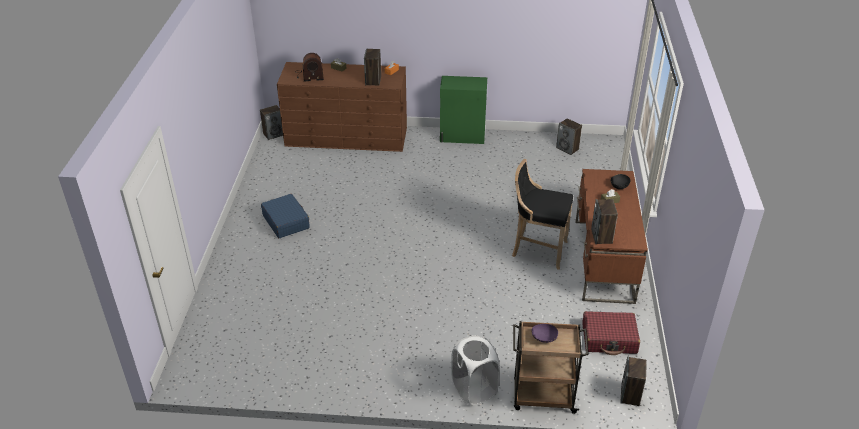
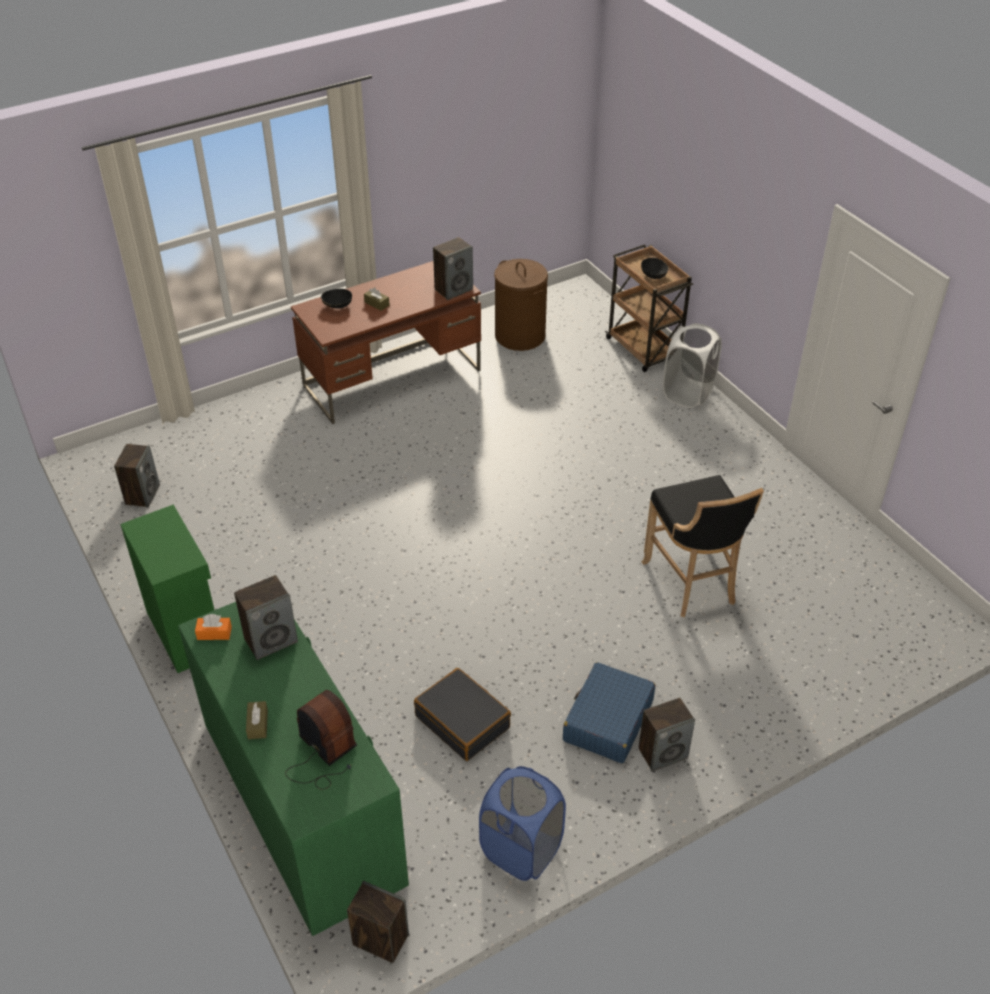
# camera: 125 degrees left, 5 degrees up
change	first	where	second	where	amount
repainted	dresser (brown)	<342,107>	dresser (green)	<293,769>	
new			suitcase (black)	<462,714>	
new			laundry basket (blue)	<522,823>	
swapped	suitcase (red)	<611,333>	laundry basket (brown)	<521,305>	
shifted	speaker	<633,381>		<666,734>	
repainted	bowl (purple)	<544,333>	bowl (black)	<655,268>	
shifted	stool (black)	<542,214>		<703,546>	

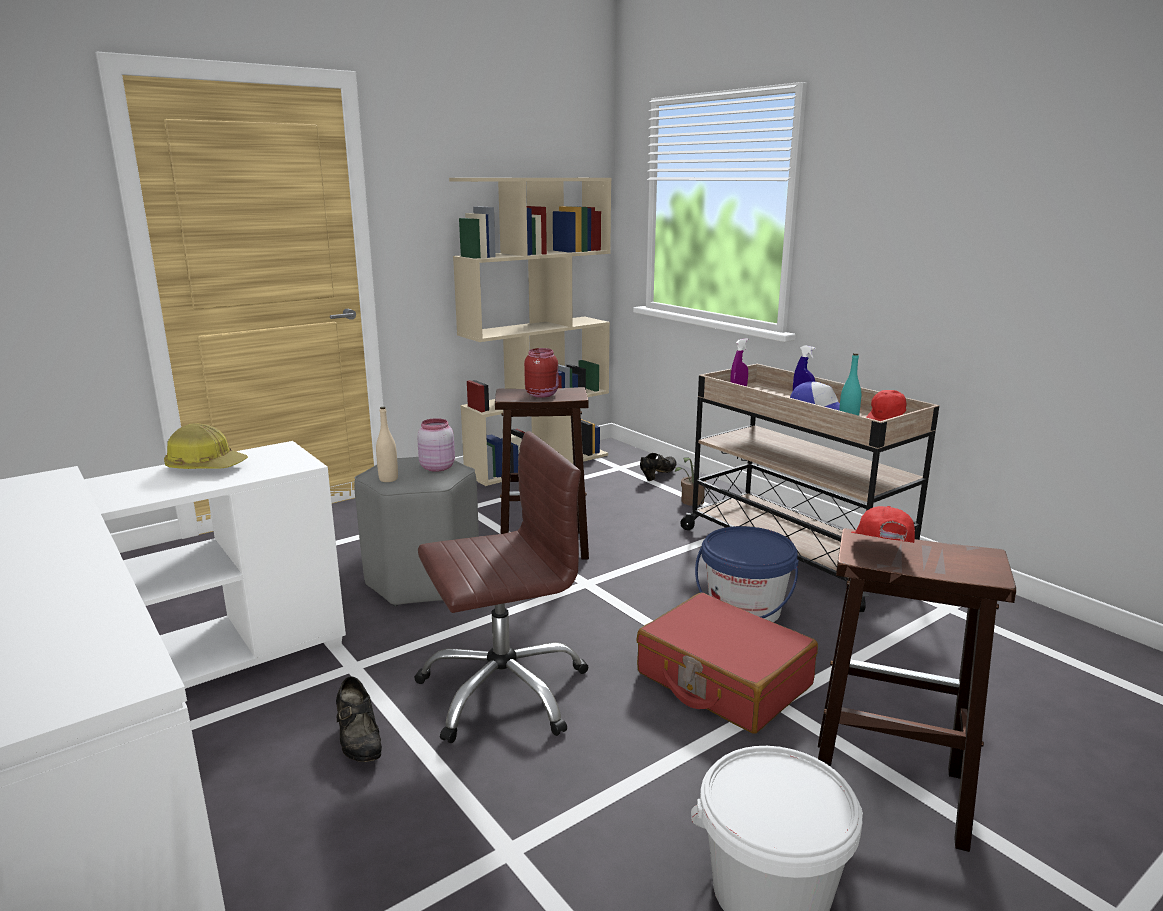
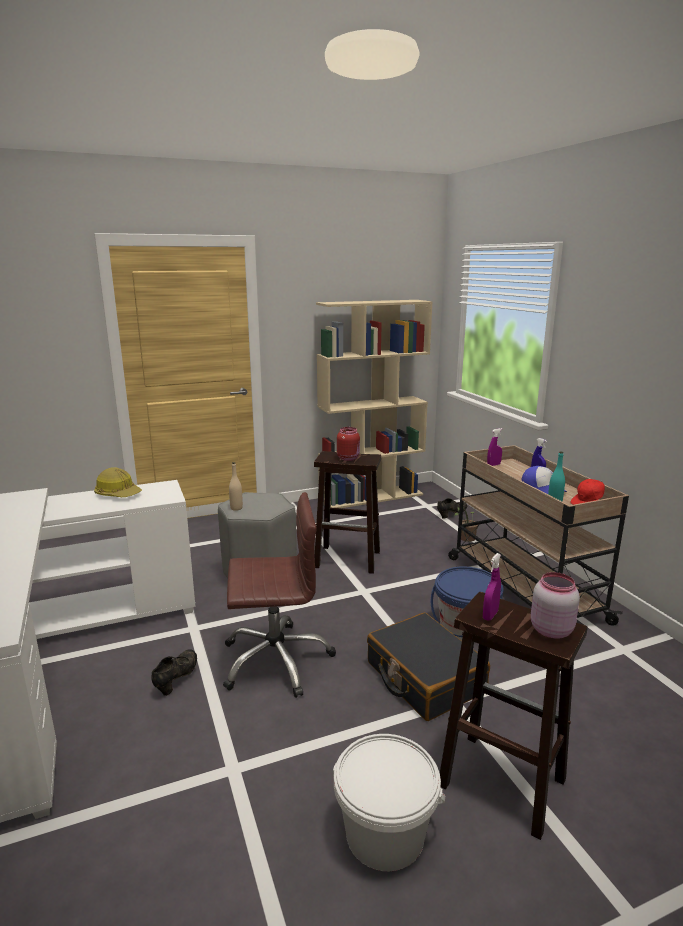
# camera: 15 degrees right, 0 degrees up
change	first	where	second	where	amount
rotated	shoe (black)	<359,719>		<174,672>	150 degrees counterclockwise
repainted	suitcase (red)	<727,663>	suitcase (black)	<428,666>	
swapped	cap (red)	<883,524>	spray bottle (purple)	<492,587>	
shifted	jar (pink)	<436,445>		<555,605>	

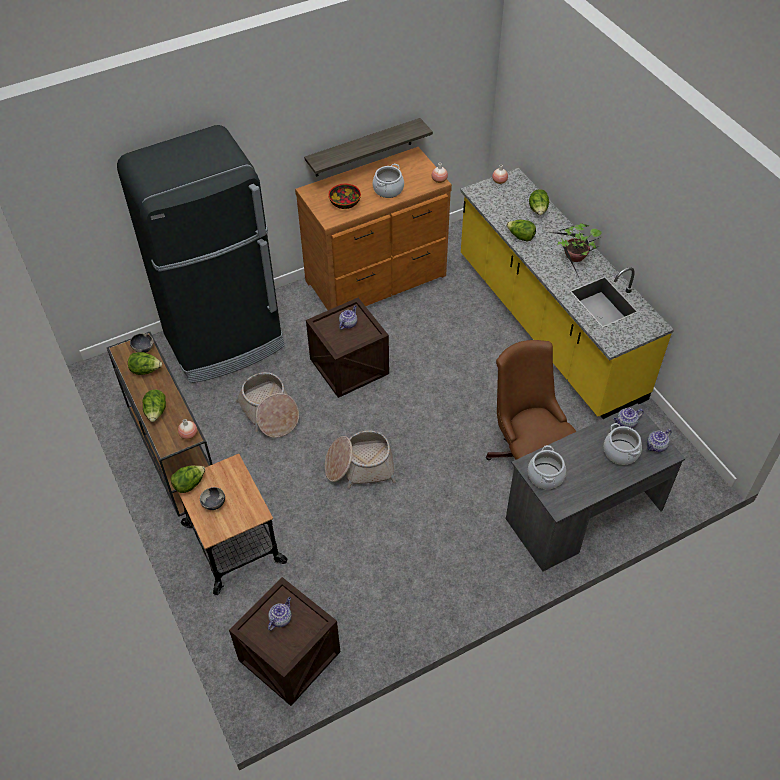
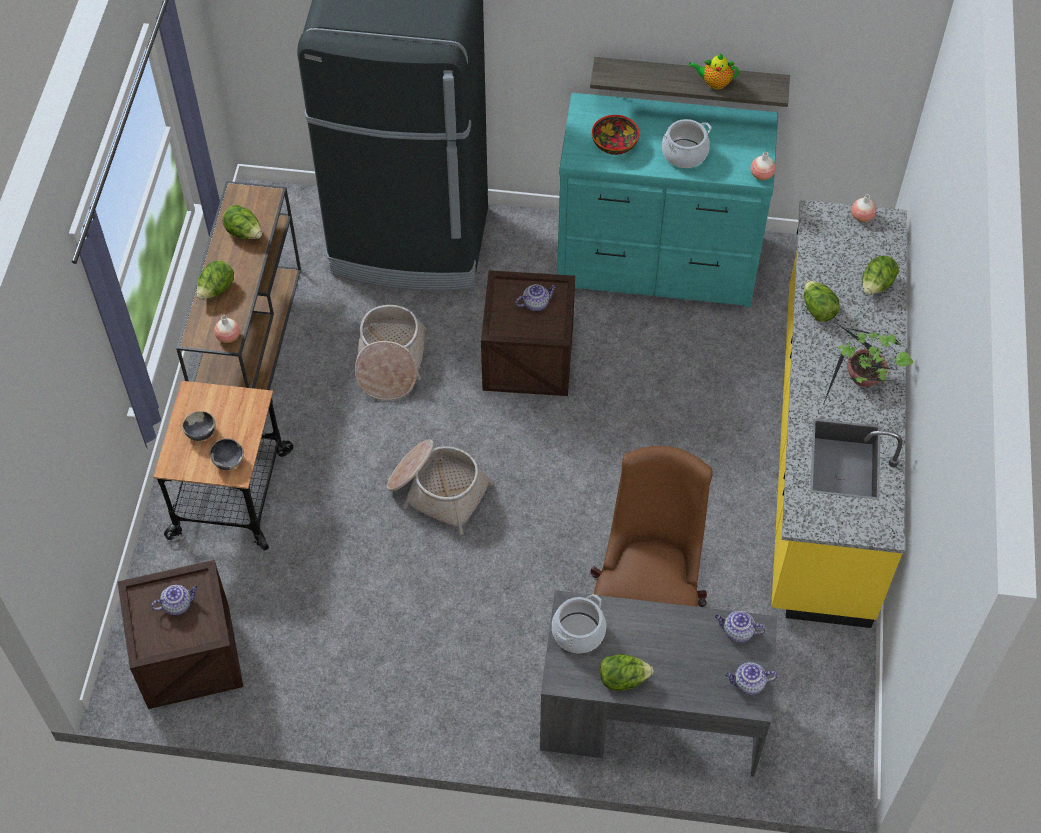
# camera: 35 degrees right, 5 degrees up
change	first	where	second	where	amount
shifted	bowl	<142,343>		<227,454>	
repainted	dresser (brown)	<373,228>	dresser (turquoise)	<667,200>	
shifted	lettuce	<188,479>		<627,672>	
new			teapot	<714,72>	
gone	cooking pot	<623,444>			

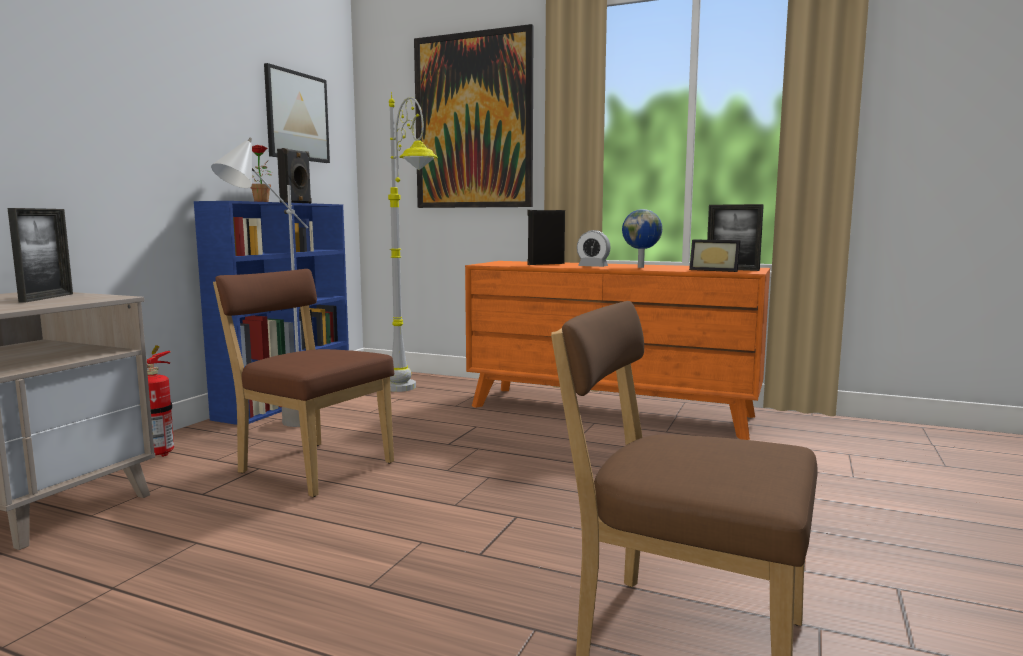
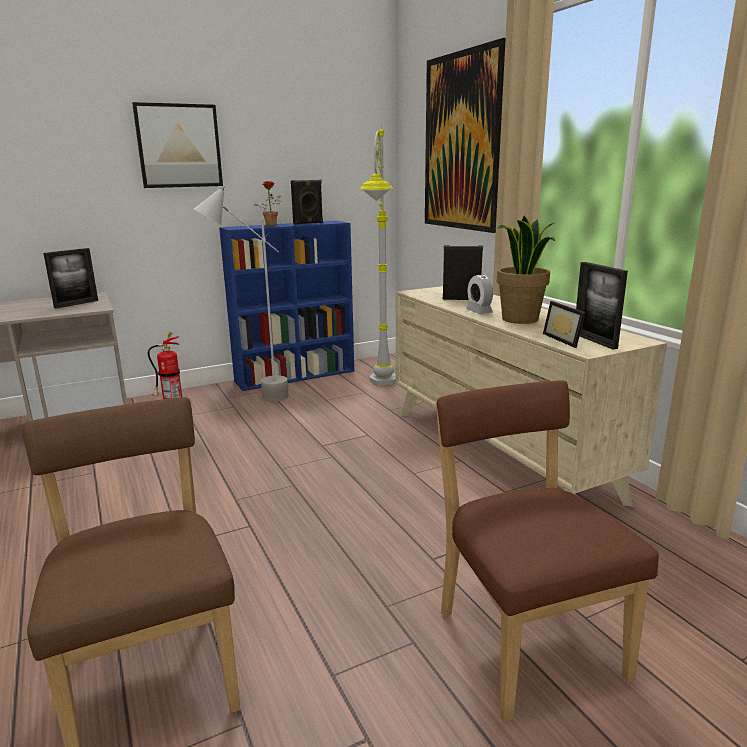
# camera: 40 degrees right, 10 degrees up
change	first	where	second	where	amount
shifted	picture	<297,113>		<177,145>	
repainted	dresser (orange)	<617,350>	dresser (beige)	<531,396>	
shifted	chair (brown)	<303,383>		<547,551>	
swapped	globe	<642,238>	potted plant	<526,270>	

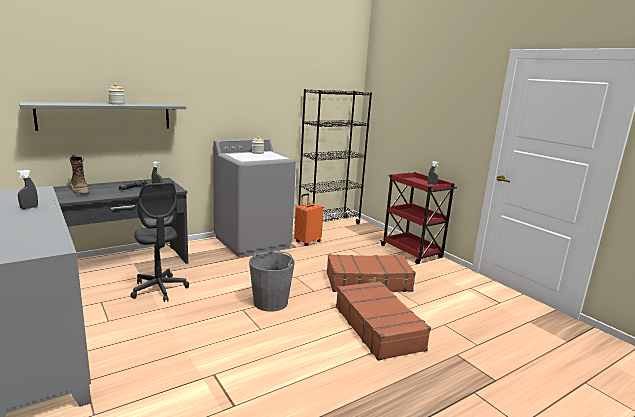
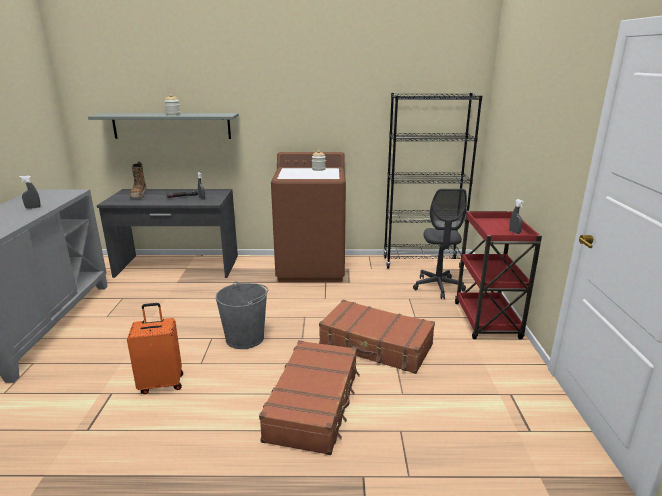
# camera: 35 degrees right, 5 degrees up
change	first	where	second	where	amount
shifted	suitcase (orange)	<309,219>		<155,348>	
repainted	washing machine (grey)	<254,197>	washing machine (brown)	<308,217>	
shifted	office chair (grey)	<159,242>		<440,244>	

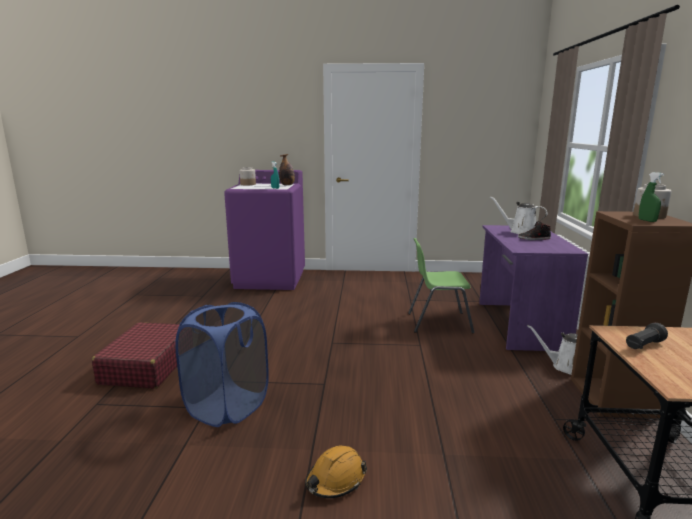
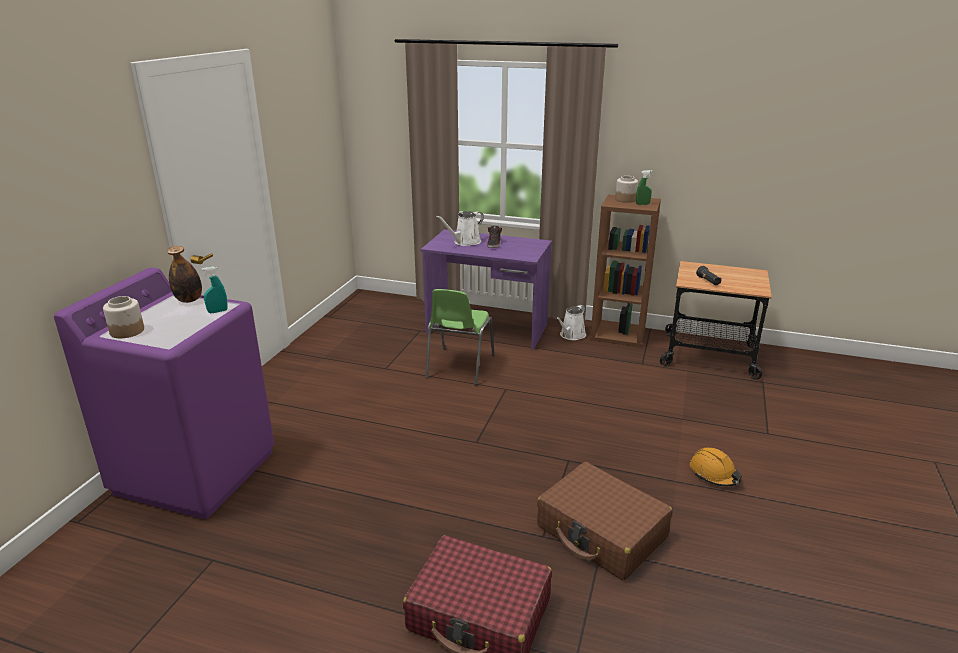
# camera: 75 degrees left, 10 degrees up
change	first	where	second	where	amount
swapped	laundry basket (blue)	<222,364>	suitcase (brown)	<605,521>	

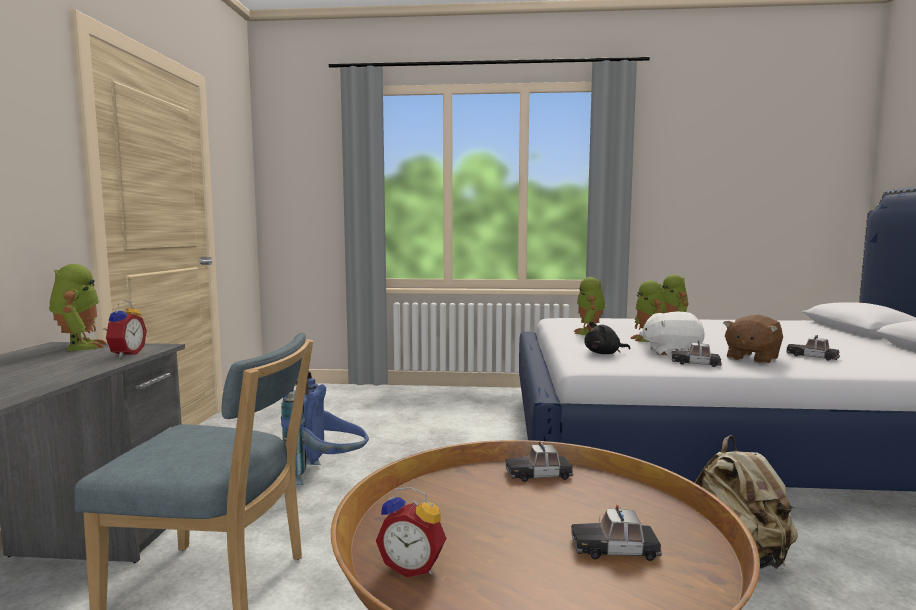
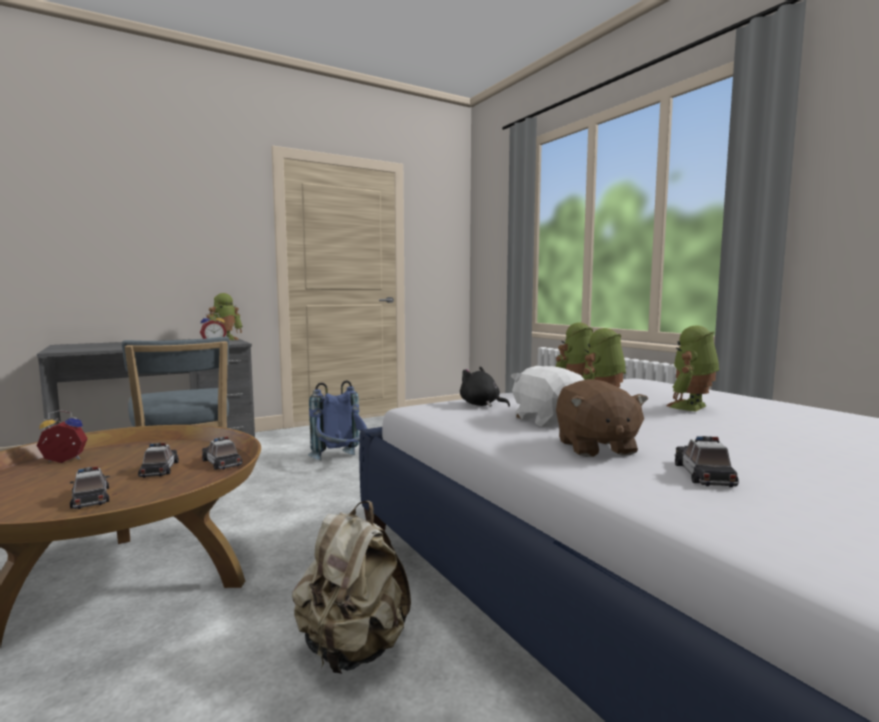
# camera: 55 degrees right, 0 degrees up
change	first	where	second	where	amount
rotated	alarm clock	<411,532>		<62,436>	90 degrees clockwise
shifted	toy car	<697,353>		<158,460>	
rotated	plush toy (brown)	<753,339>		<602,418>	105 degrees counterclockwise

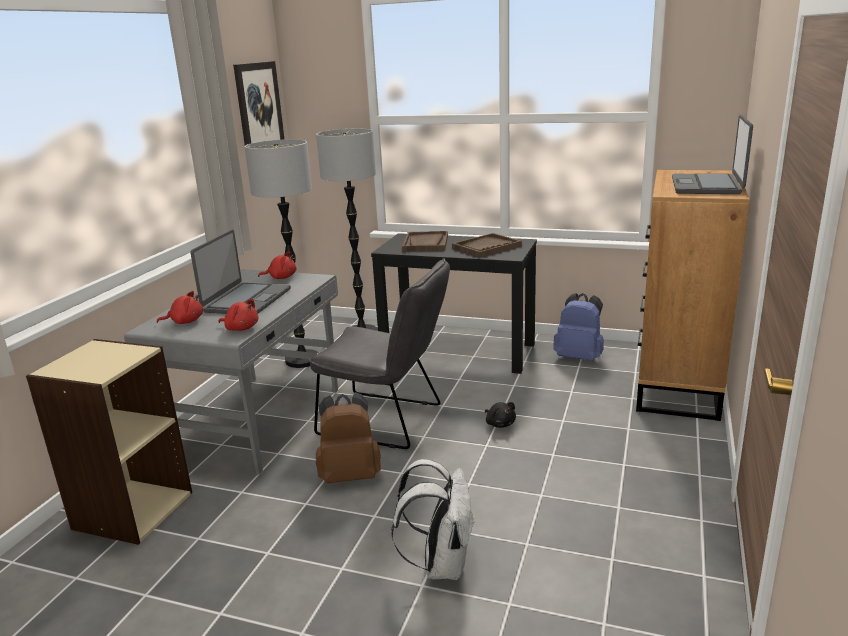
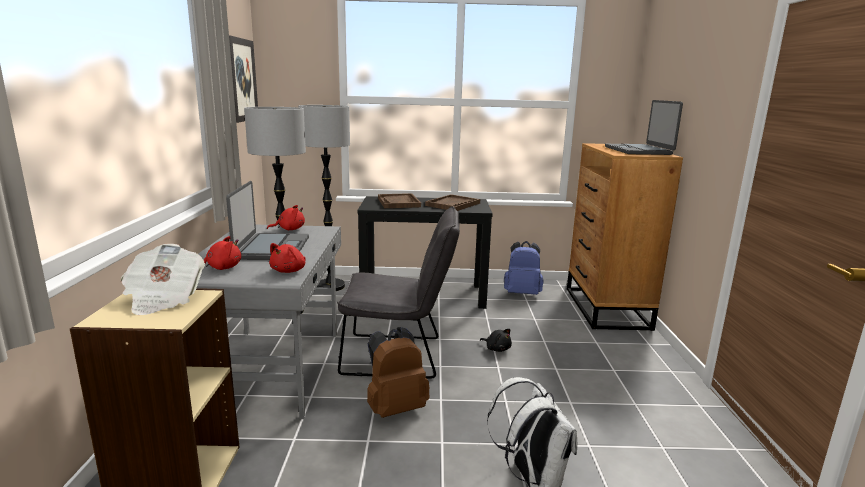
# camera: 20 degrees left, 5 degrees down
change	first	where	second	where	amount
new			newspaper	<163,279>	
rotated	plush toy (red)	<238,315>		<287,258>	105 degrees clockwise

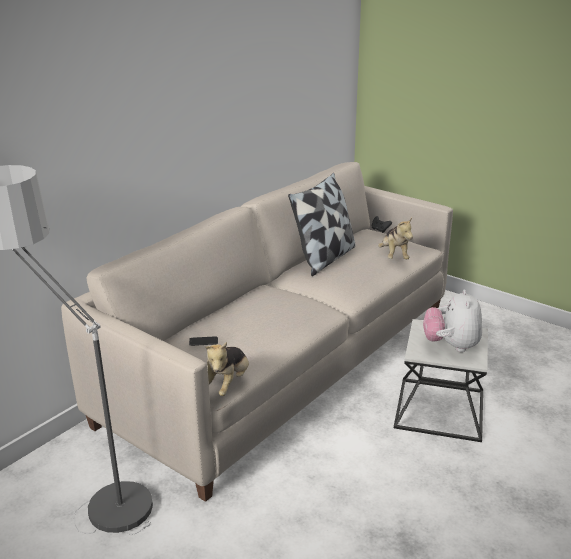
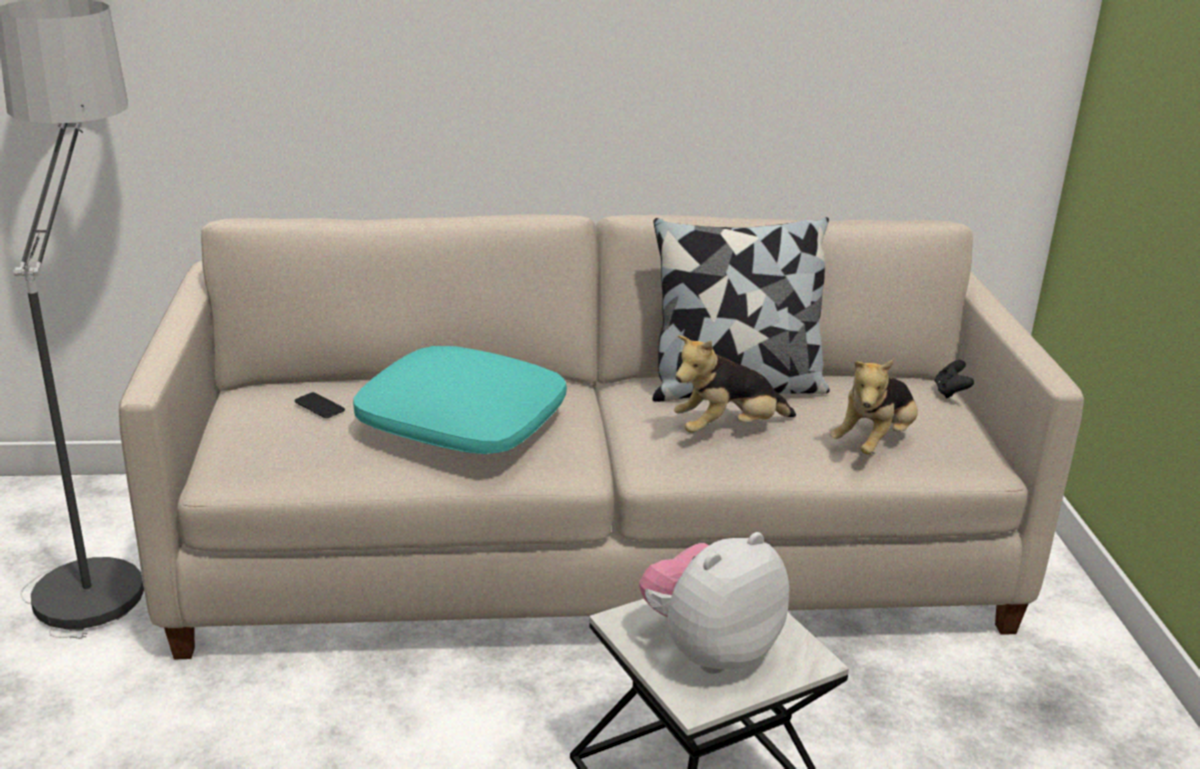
# camera: 45 degrees right, 0 degrees up
change	first	where	second	where	amount
new			pillow (turquoise)	<460,400>	
shifted	plush toy	<227,369>		<735,384>	

